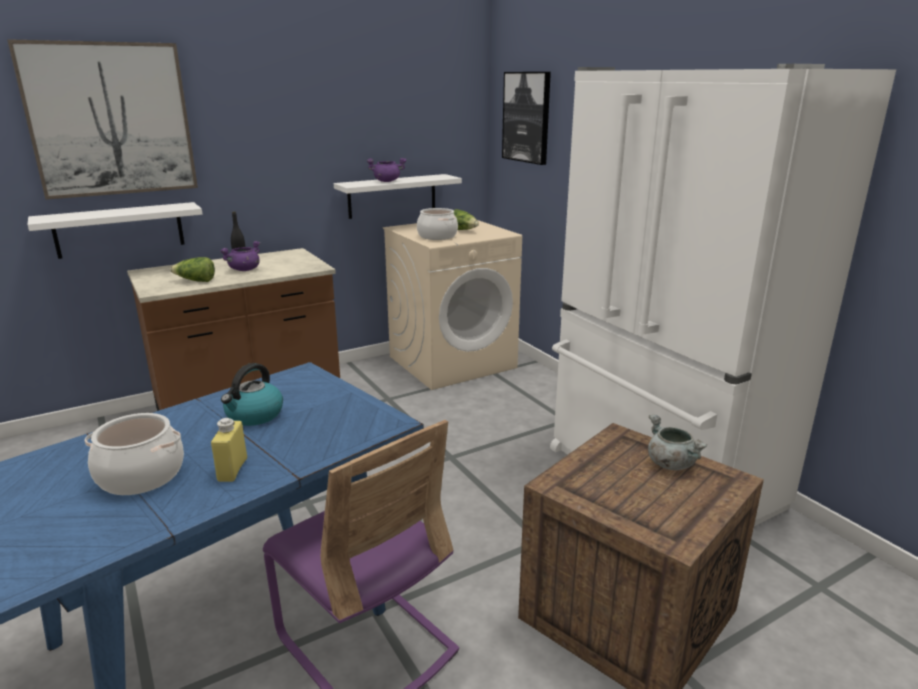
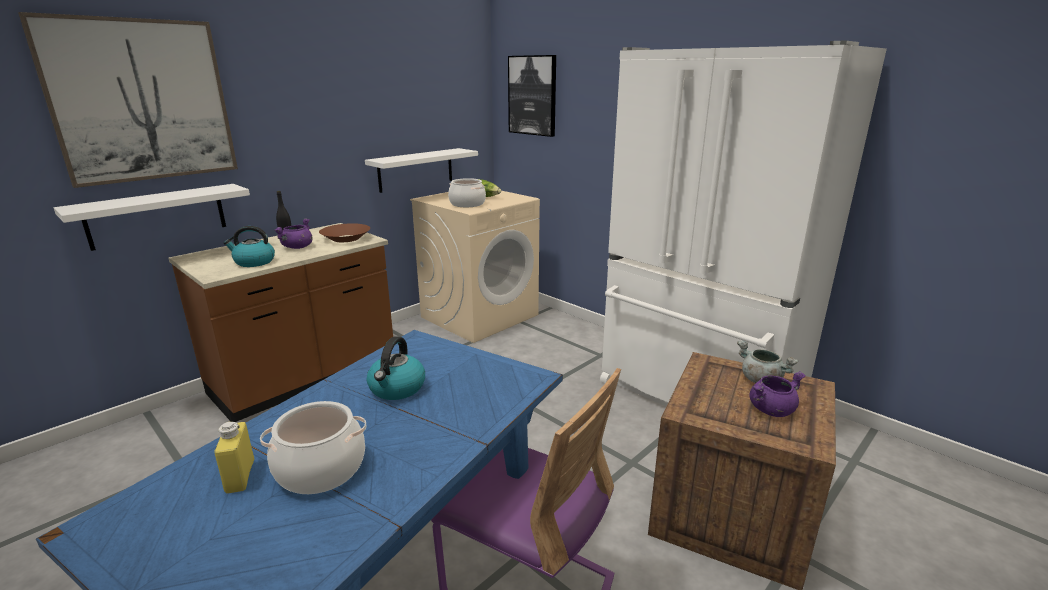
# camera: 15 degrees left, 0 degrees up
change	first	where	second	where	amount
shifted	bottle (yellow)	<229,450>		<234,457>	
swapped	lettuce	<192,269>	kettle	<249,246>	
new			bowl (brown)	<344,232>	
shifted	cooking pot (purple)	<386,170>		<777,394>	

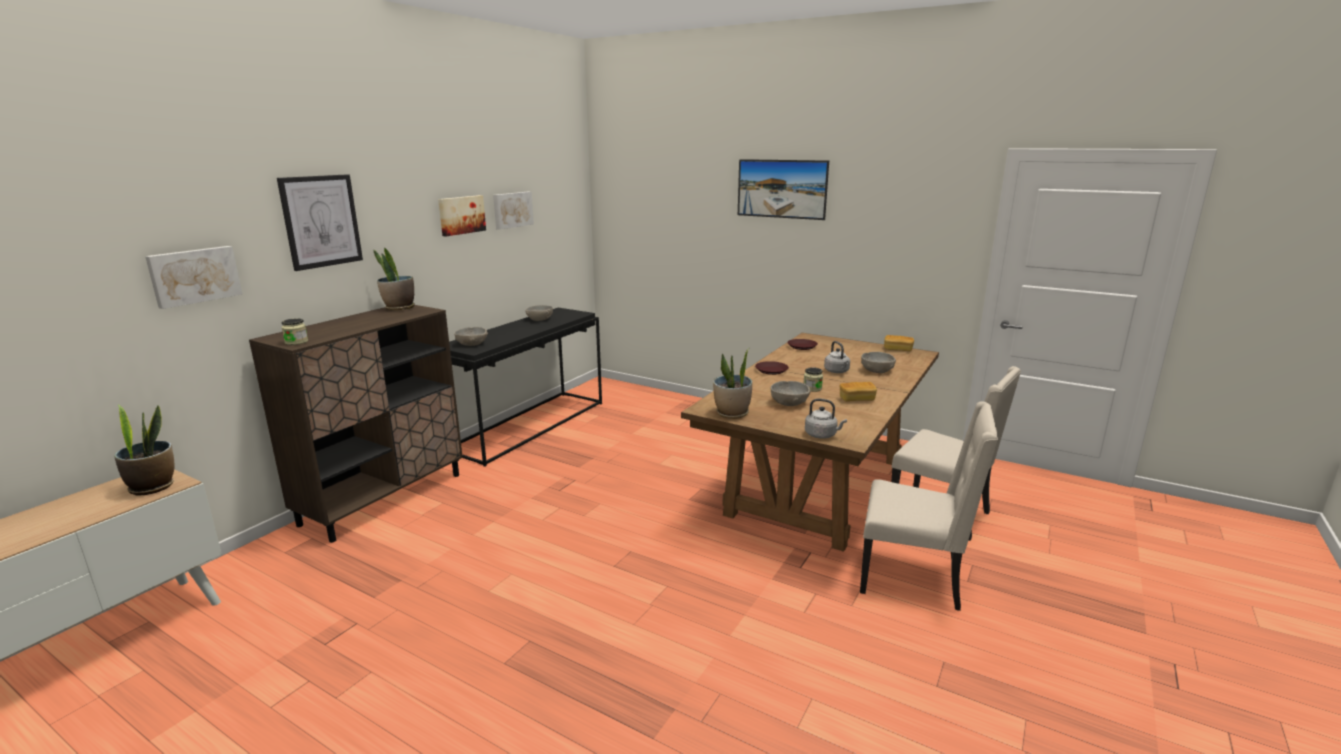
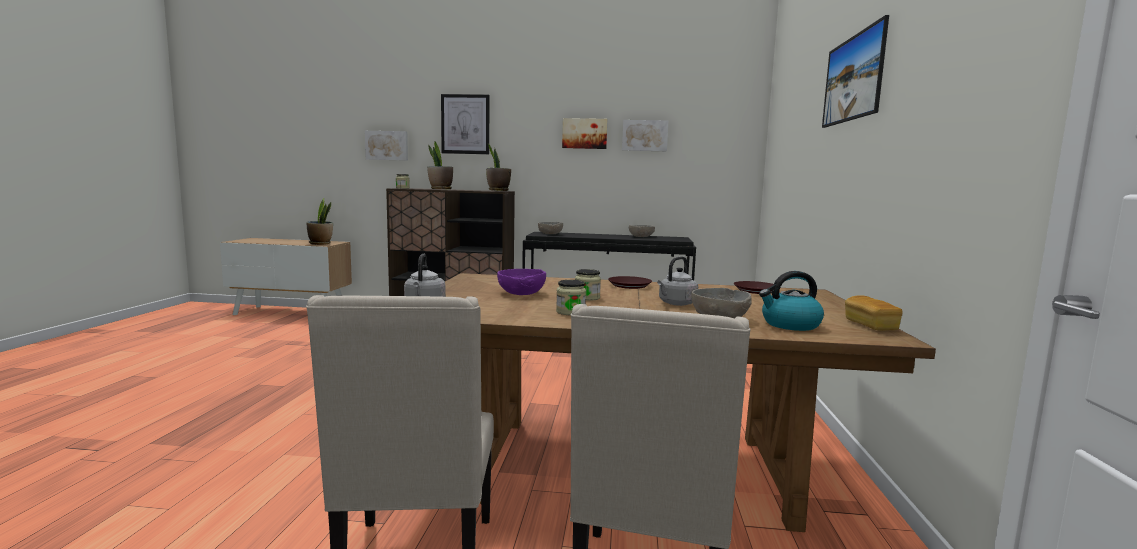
# camera: 65 degrees right, 10 degrees down
change	first	where	second	where	amount
shifted	potted plant	<732,383>		<440,165>	
repainted	bowl (grey)	<791,393>	bowl (purple)	<521,282>	
swapped	bread	<858,392>	jar	<571,297>	
new			kettle	<791,301>	

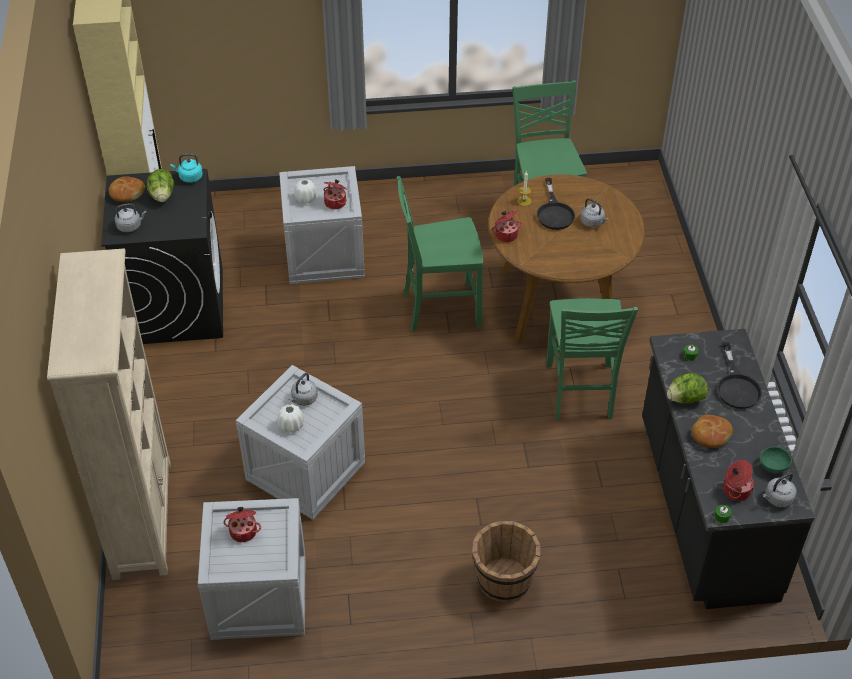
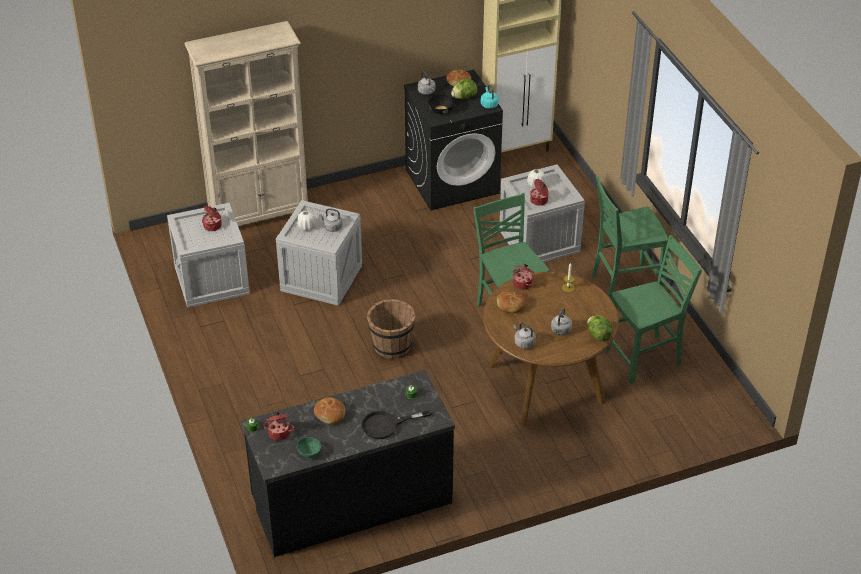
# camera: 75 degrees right, 5 degrees down
change	first	where	second	where	amount
shifted	bucket (brown)	<506,561>		<391,329>	
new			bowl (black)	<441,104>	
new			bread	<511,302>	
shifted	kettle (grey)	<780,490>		<524,335>	
shifted	lettuce	<687,388>		<600,328>	
shifted	chair (green)	<592,359>		<630,237>	
gone	frying pan (black)	<556,204>			

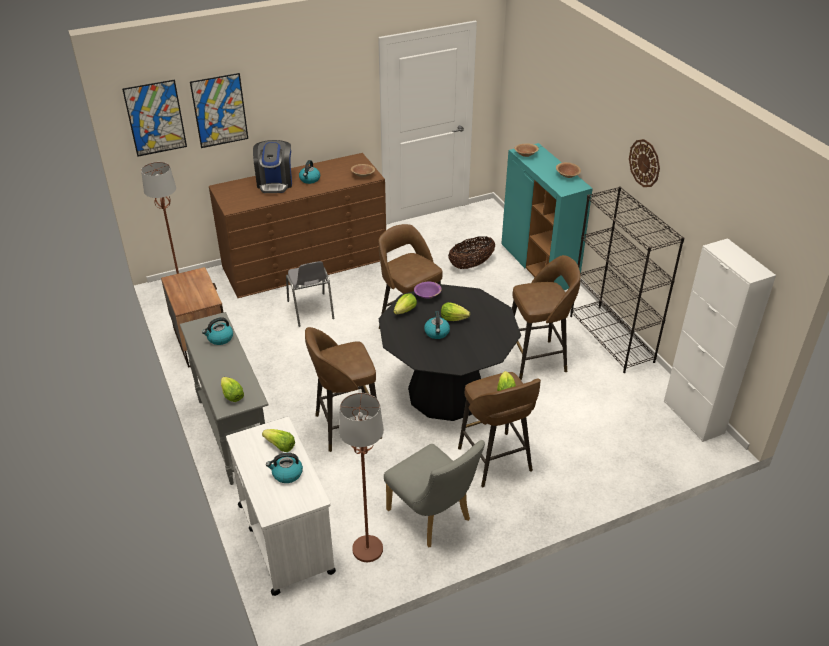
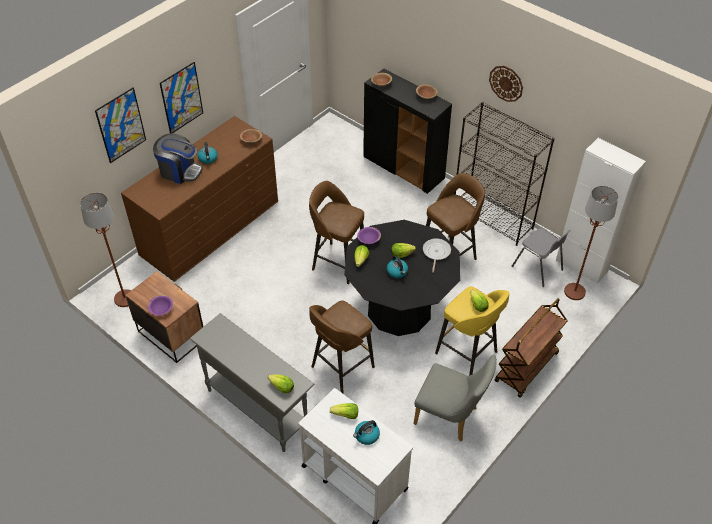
# camera: 25 degrees left, 10 degrees up
change	first	where	second	where	amount
new			bowl (purple)	<160,305>	
rotated	coffee machine	<272,166>		<178,158>	45 degrees counterclockwise
shifted	picture	<154,118>		<181,97>	
repainted	cabinet (turquoise)	<547,216>	cabinet (black)	<407,131>	
new			frying pan	<437,255>	
repainted	stool (brown)	<499,429>	stool (yellow)	<472,331>	
new			cart (brown)	<531,348>	
shifted	chair (grey)	<310,294>		<541,257>	
shifted	floor lamp (brown)	<361,477>		<591,243>	
gone	kettle	<217,331>			
gone	basket	<471,252>			

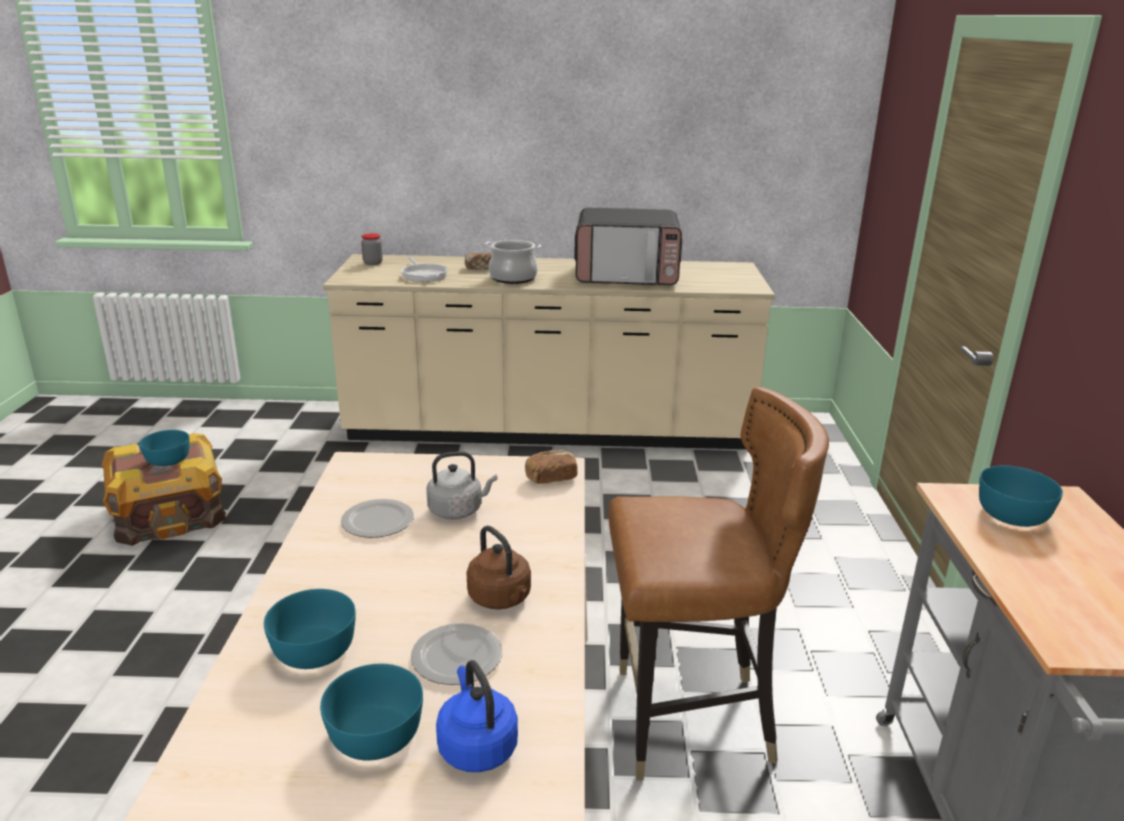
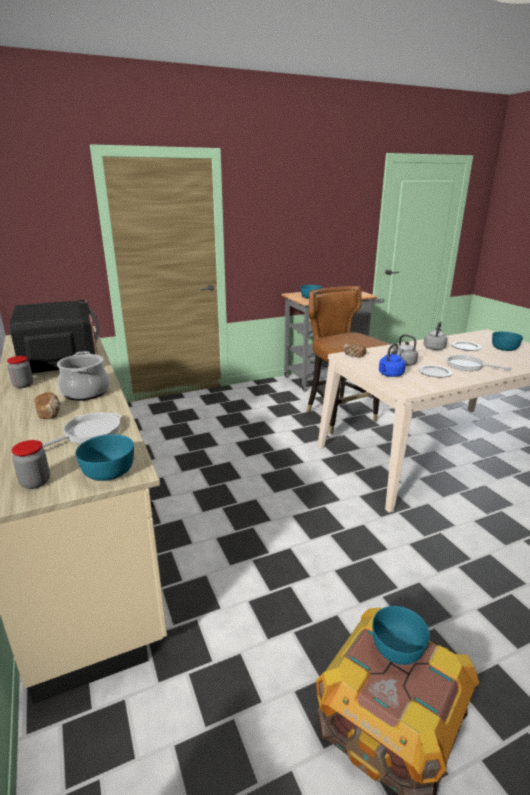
# camera: 115 degrees left, 0 degrees up
change	first	where	second	where	amount
new			jar	<20,372>	
shifted	bowl (turquoise)	<310,629>		<104,457>	
shifted	kettle (blue)	<477,716>		<392,360>	
repainted	kettle (brown)	<499,567>	kettle (grey)	<435,335>	
new			frying pan	<478,363>	

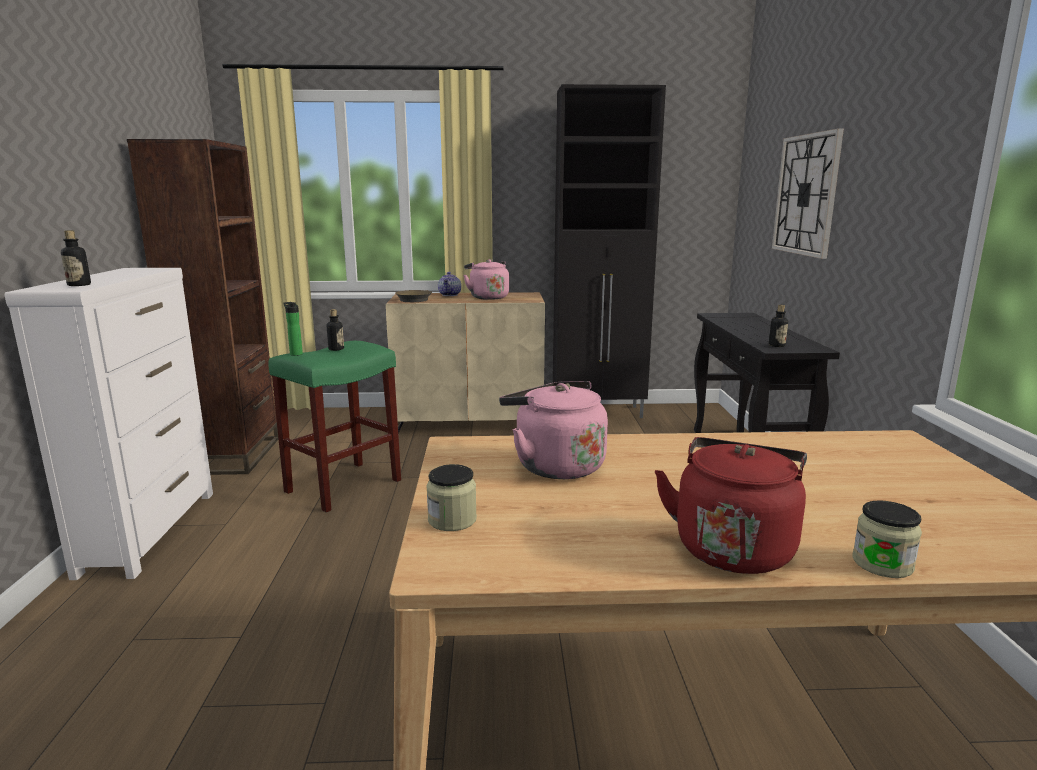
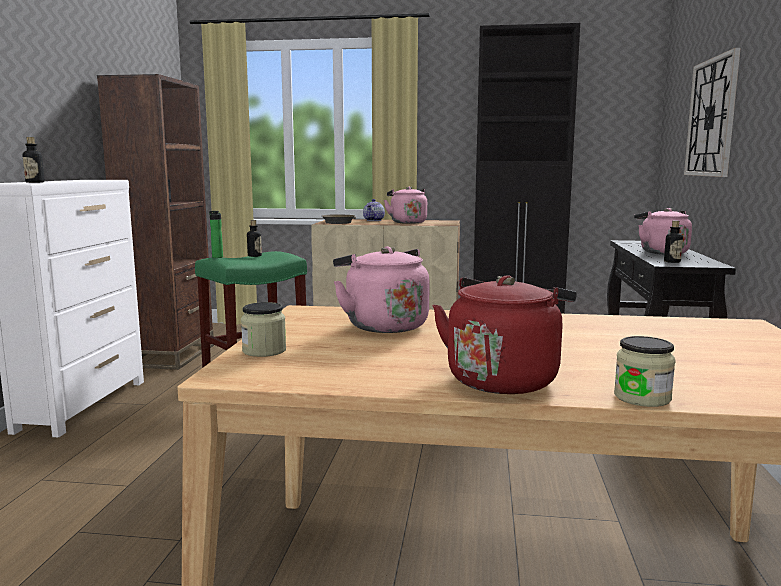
# camera: 10 degrees right, 5 degrees down
change	first	where	second	where	amount
new			kettle (pink)	<663,231>	

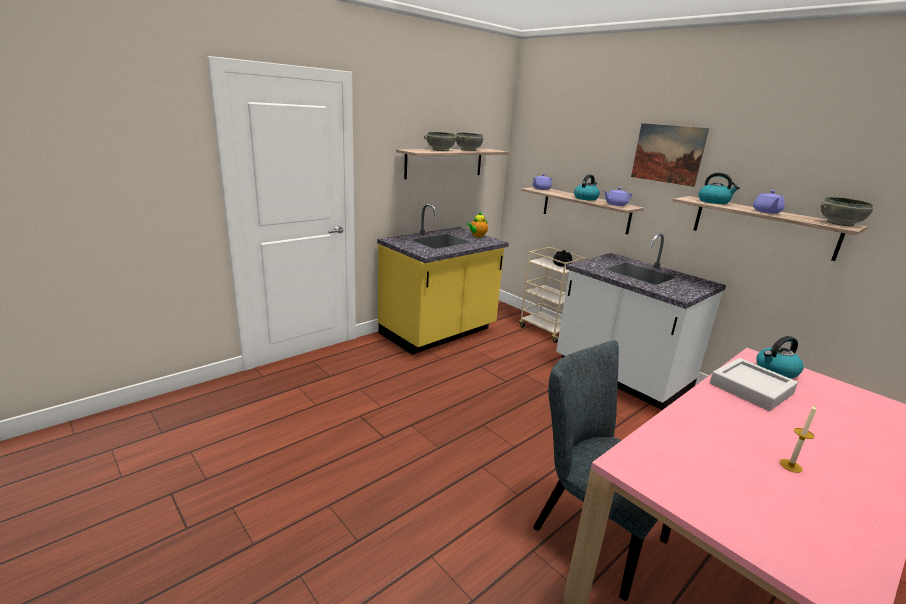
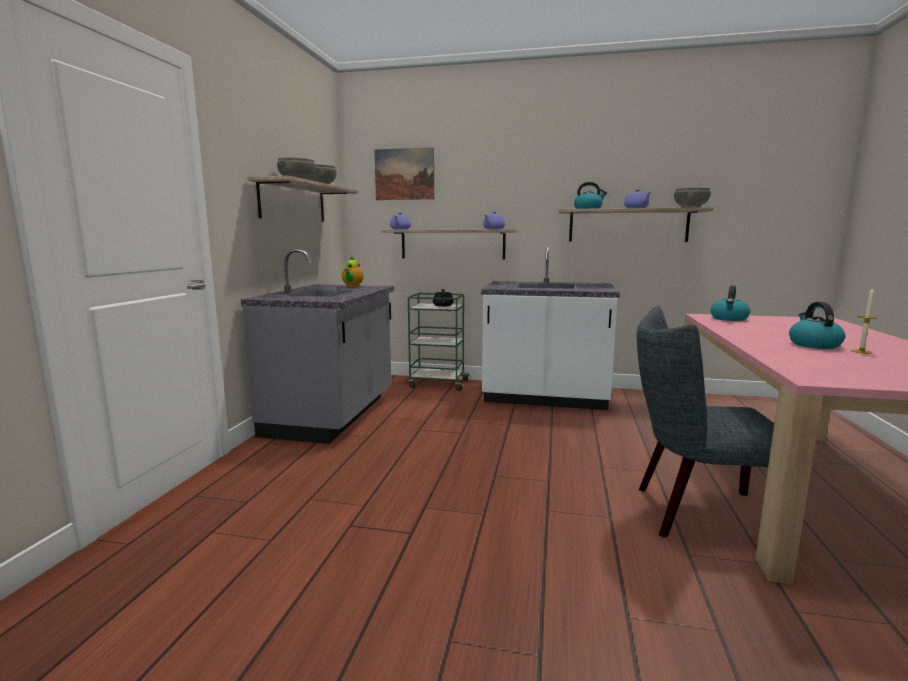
# camera: 35 degrees left, 10 degrees down
change	first	where	second	where	amount
repainted	counter (yellow)	<443,279>	counter (grey)	<317,346>	
shifted	picture	<670,155>		<404,173>	
repainted	cart (beige)	<552,295>	cart (green)	<439,342>	
shifted	kettle	<587,187>		<817,325>	
gone	tray (grey)	<754,384>			

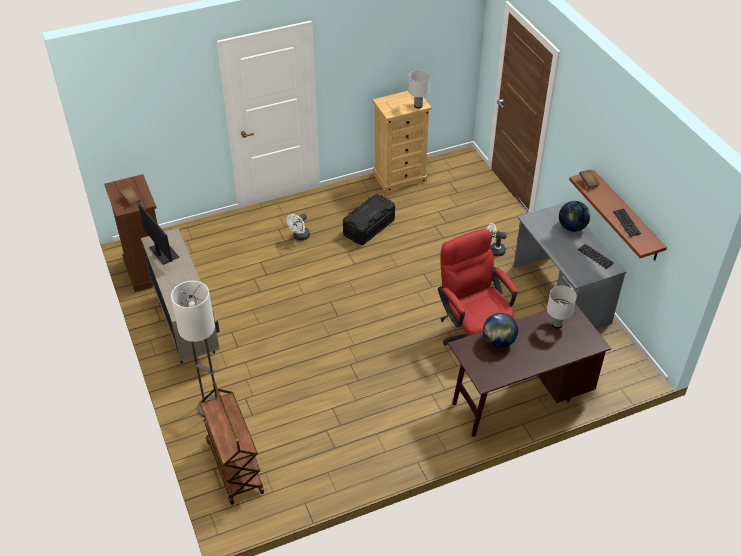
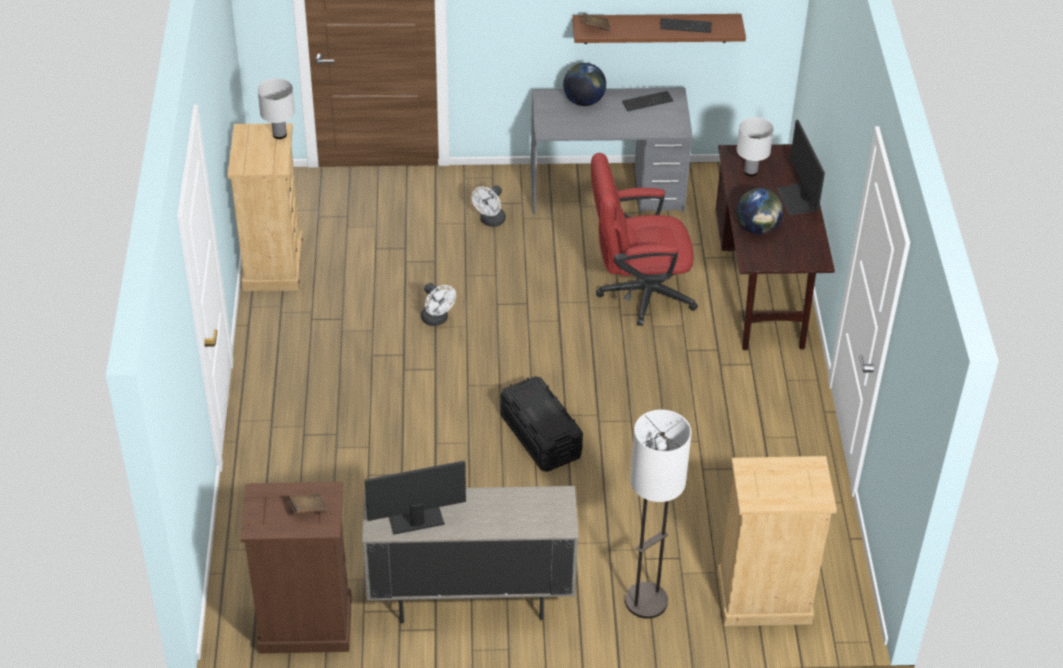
# camera: 70 degrees left, 0 degrees up
change	first	where	second	where	amount
shifted	fan (white)	<298,227>		<438,304>	
shifted	storage box (black)	<369,219>		<541,424>	
swapped	cart (brown)	<232,443>	dresser (beige)	<777,541>	
new			monitor	<800,167>	

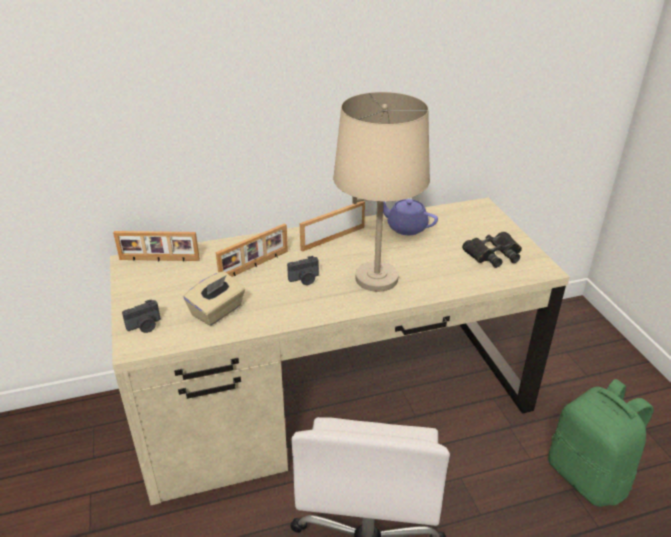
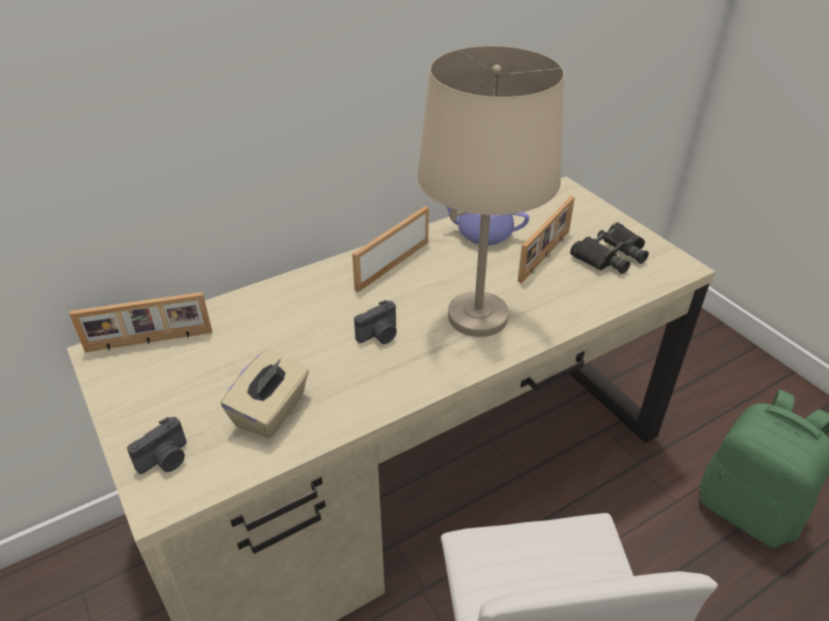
# camera: 15 degrees left, 5 degrees up
change	first	where	second	where	amount
shifted	picture frame	<252,250>		<546,239>	

